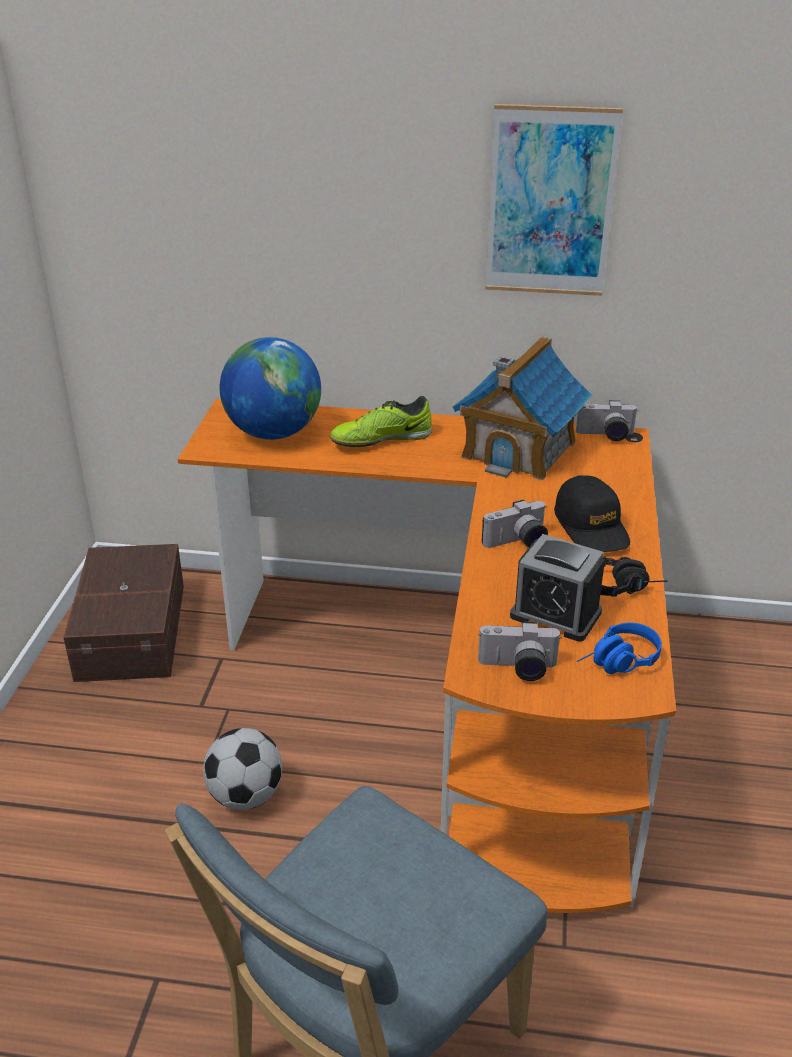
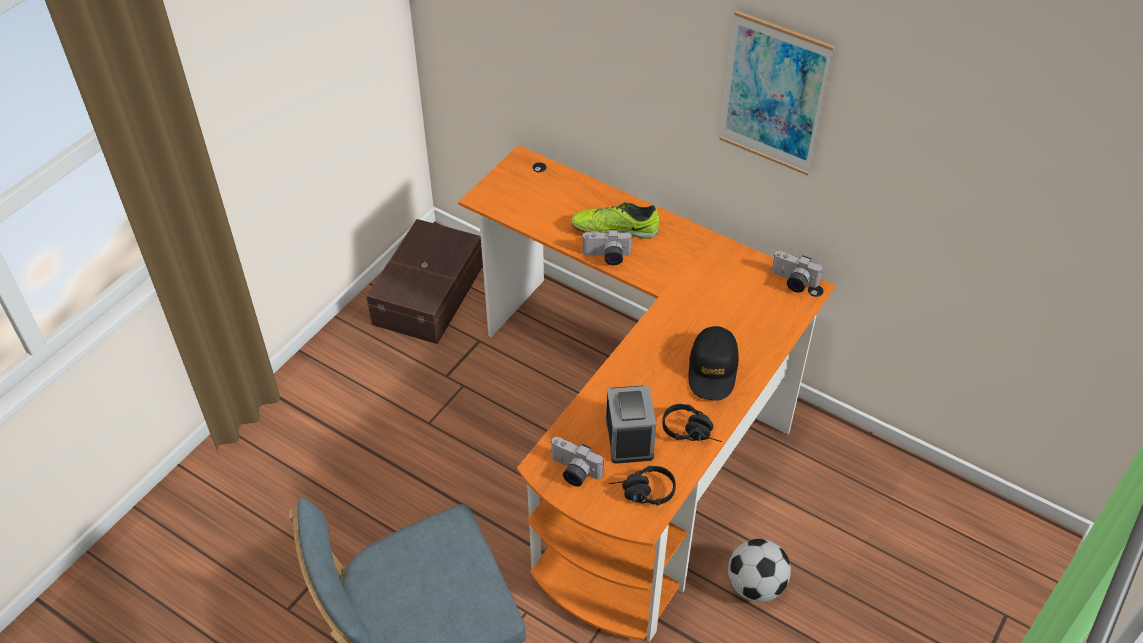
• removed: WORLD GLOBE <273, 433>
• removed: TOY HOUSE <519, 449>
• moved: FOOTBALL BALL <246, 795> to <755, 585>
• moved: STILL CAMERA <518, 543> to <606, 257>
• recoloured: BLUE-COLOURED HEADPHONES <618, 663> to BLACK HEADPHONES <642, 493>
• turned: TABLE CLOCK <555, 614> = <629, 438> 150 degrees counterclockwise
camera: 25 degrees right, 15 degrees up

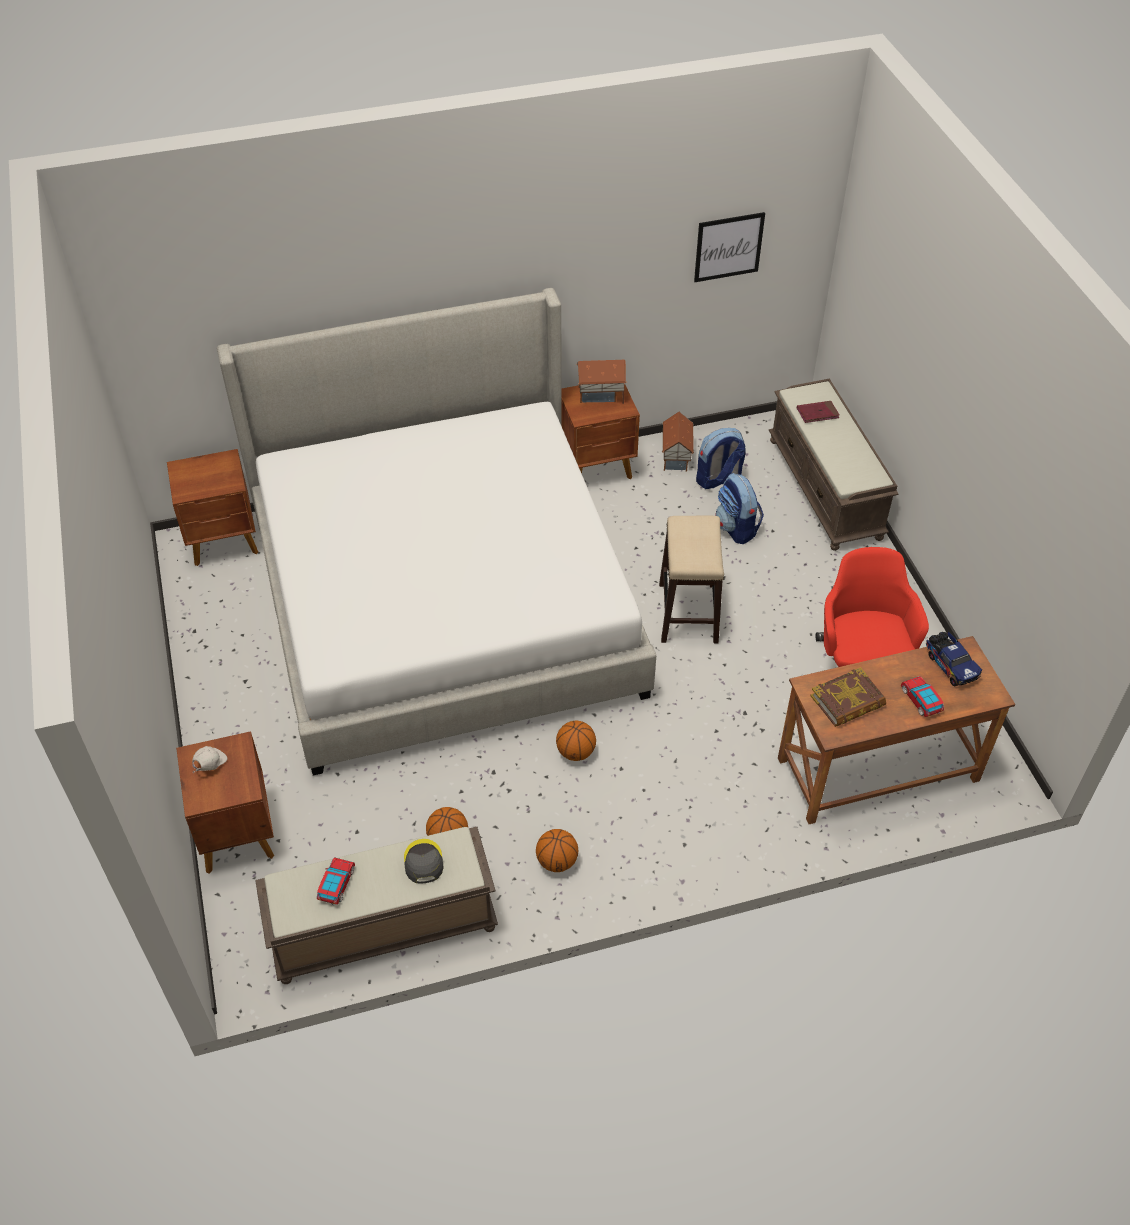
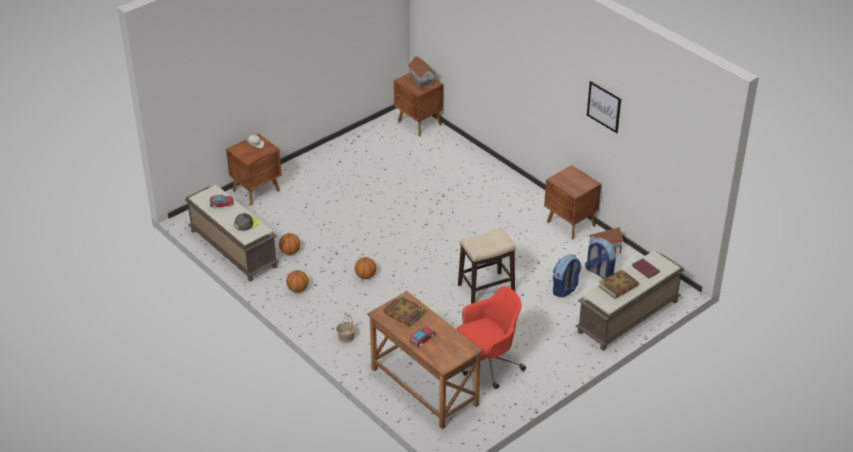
• removed: SLEEPING BED <444, 601>
• removed: TOY TRUCK <950, 664>
• added: STORAGE BASKET <346, 337>
• added: VOLUME <618, 287>
• moved: TOY HOUSE <601, 395> to <421, 82>
• moved: WALL PICTURE <728, 247> to <604, 106>
camera: 65 degrees right, 10 degrees down

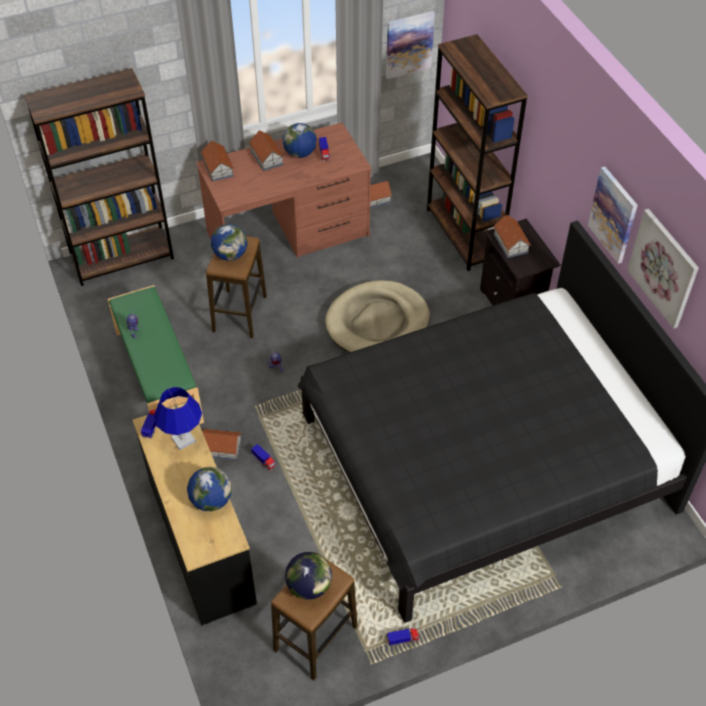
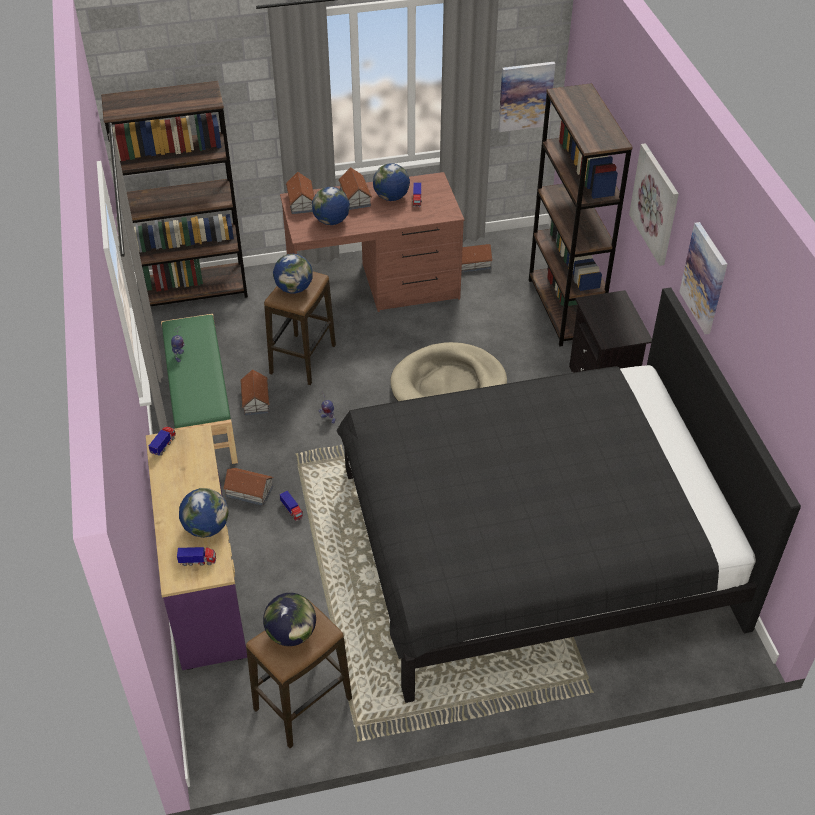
• removed: BLUE-COLOURED TABLETOP LAMP <183, 440>
• added: WORLD GLOBE <331, 221>
• moved: TOY TRUCK <403, 640> to <198, 561>
• moved: TOY HOUSE <510, 243> to <256, 400>
• moved: WALL PICTURE <664, 268> to <656, 204>
• recoloured: BLACK CHEST OF DRAWERS <200, 542> to PURPLE CHEST OF DRAWERS <203, 583>
camera: 10 degrees right, 5 degrees down

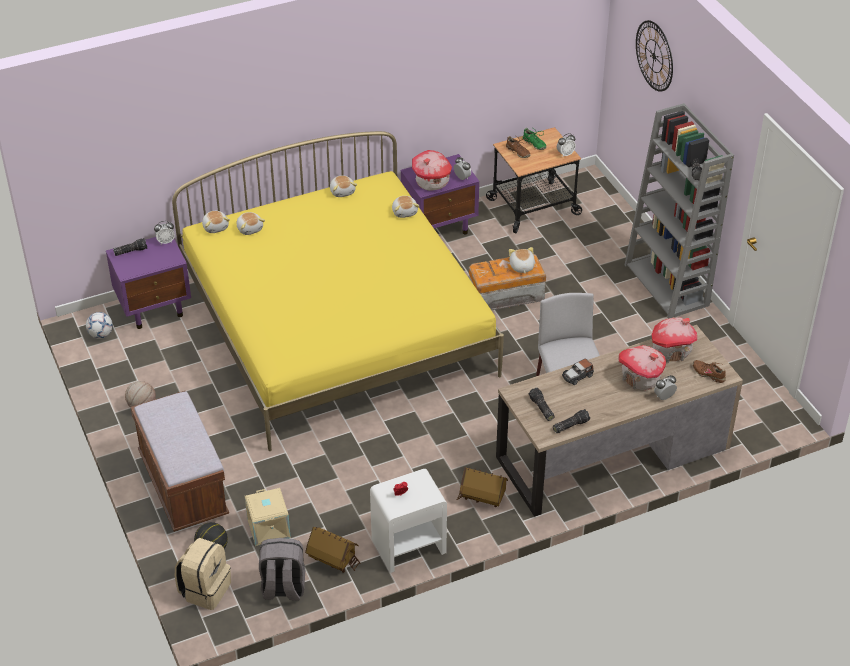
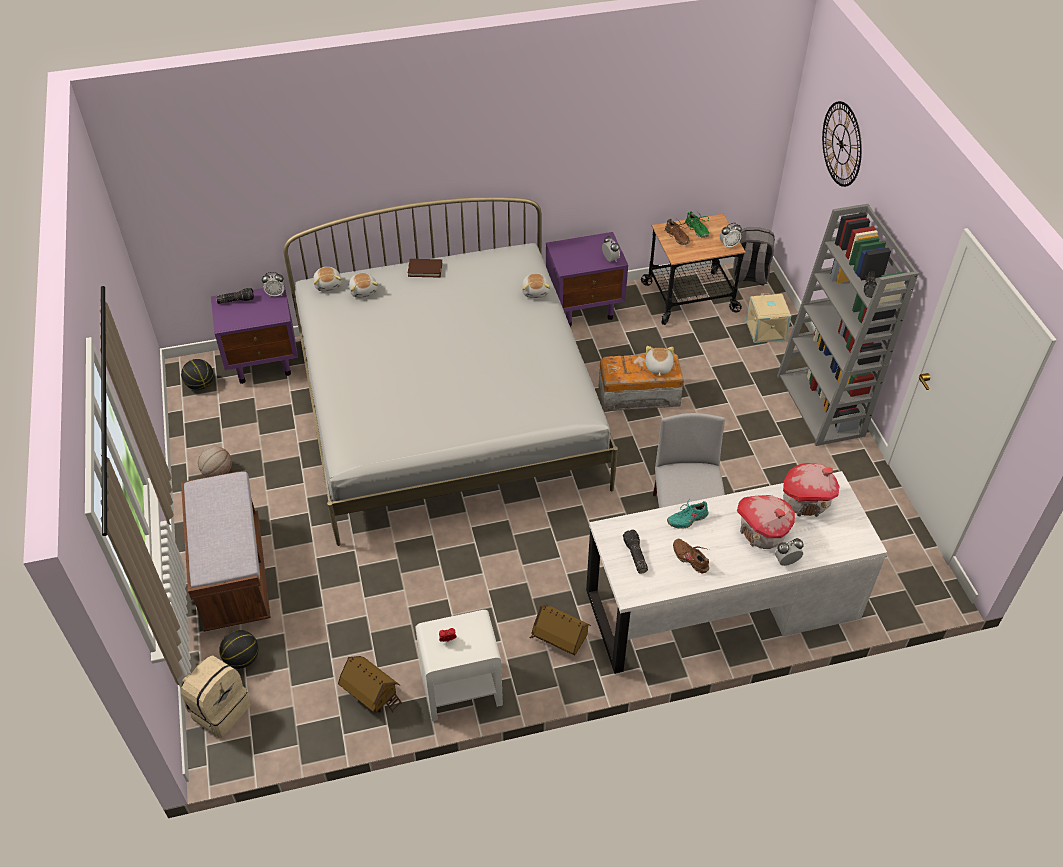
• removed: SOFT TOY <342, 191>
• removed: TOY HOUSE <432, 182>
• removed: FLASHLIGHT <570, 425>
• added: BROWN-COLOURED VOLUME <425, 269>
• moved: BEIGE STORAGE CONTAINER <269, 528> to <766, 330>
• moved: GRAY KNAPSACK <283, 588> to <749, 276>
• moved: BROWN-COLOURED SHOE <708, 374> to <690, 558>
• replaced: FOOTBALL BALL <101, 334> to BASKETBALL BALL <200, 385>
• replaced: MINIATURE CAR <577, 376> to TURQUOISE SHOE <687, 519>
• recoloured: YELLOW SLEEPING BED <337, 328> to WHITISH SLEEPING BED <448, 410>
• recoloured: BROWN-COLOURED DESK TABLE <612, 453> to WHITISH DESK TABLE <721, 604>
camera: 10 degrees right, 5 degrees up

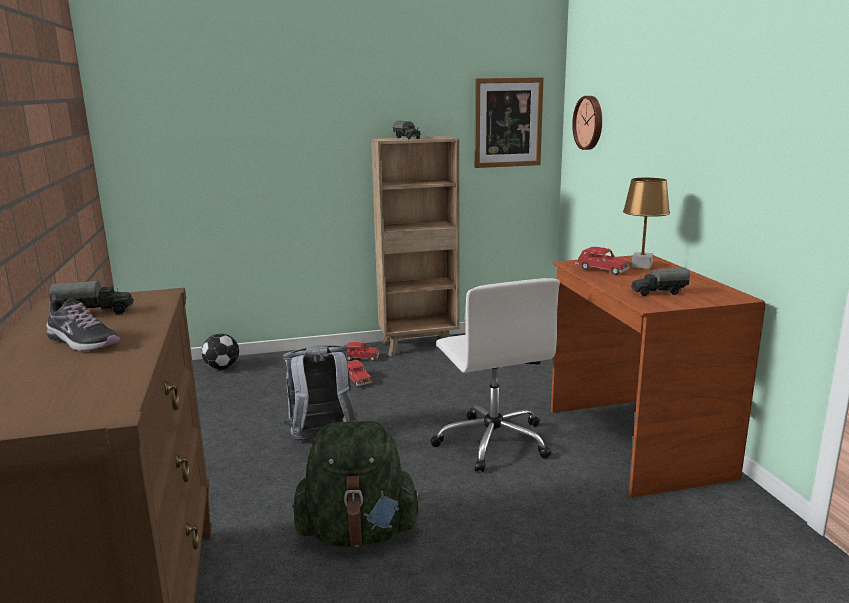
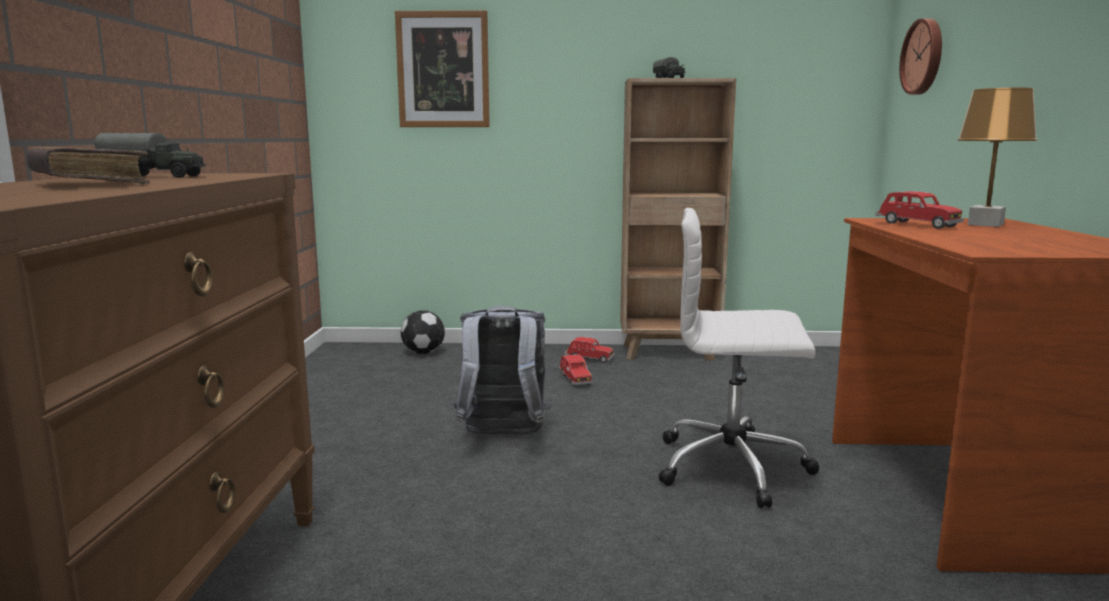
• removed: GREEN KNAPSACK <358, 533>
• removed: TOY TRUCK <658, 292>
• moved: WALL PICTURE <508, 122> to <443, 70>
• replaced: SHOE <82, 342> to BROWN-COLOURED VOLUME <89, 184>
• turned: WHITISH COMPUTER CHAIR <492, 441> = <734, 467> 105 degrees clockwise
camera: 15 degrees right, 5 degrees down

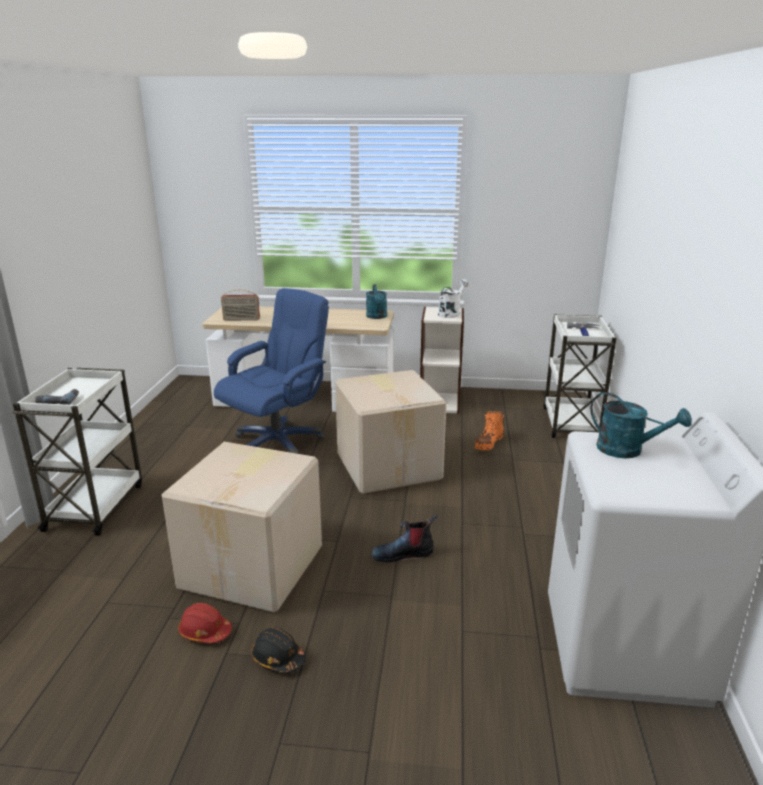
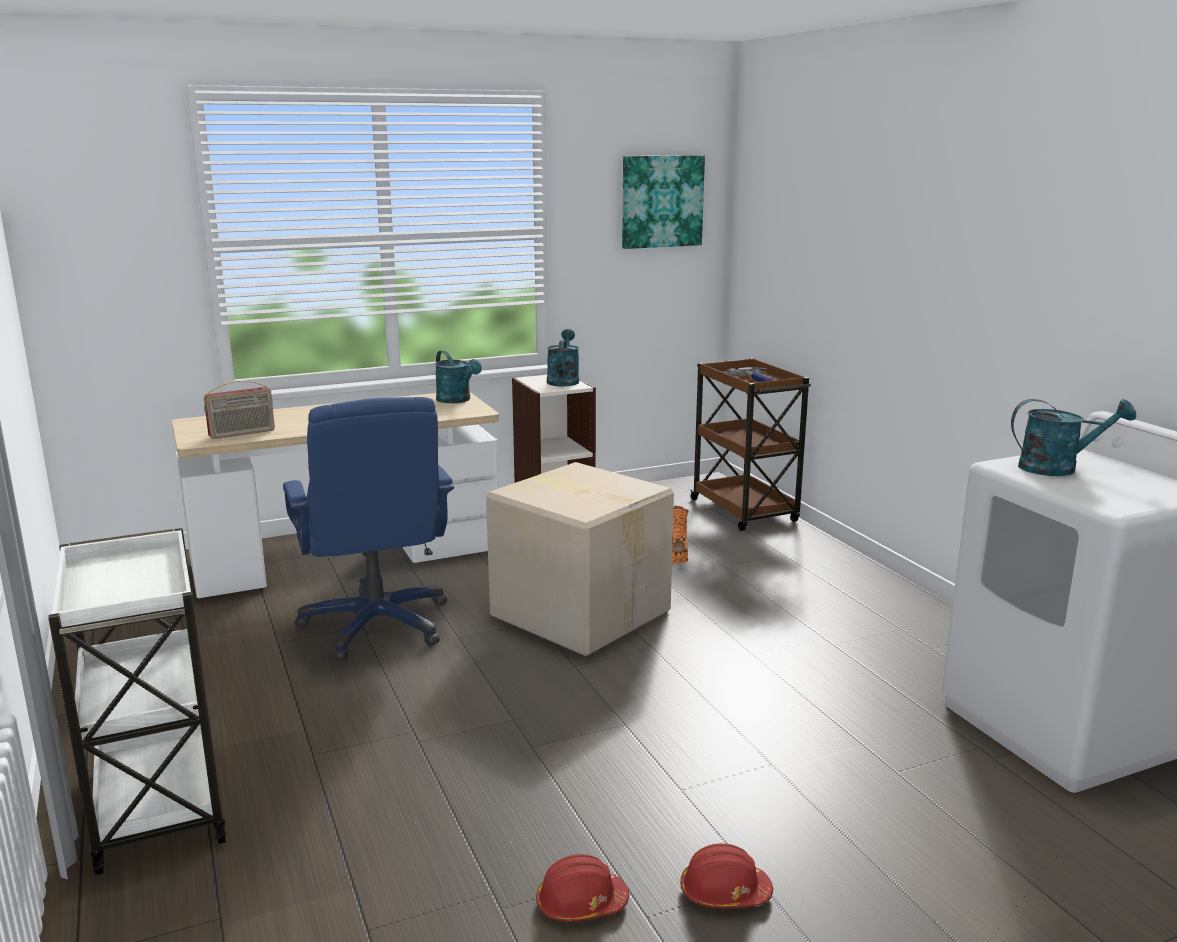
• removed: DRILL <58, 401>
• removed: PACKING BOX <254, 566>
• removed: BOOT <403, 554>
• added: WALL PICTURE <661, 201>
• recoloured: BLACK HARD HAT <278, 658> to RED-COLOURED HARD HAT <724, 893>
• recoloured: WHITISH WATERING CAN <451, 313> to TURQUOISE WATERING CAN <563, 380>
• recoloured: WHITISH CART <571, 425> to BROWN-COLOURED CART <745, 511>
• turned: BLUE-COLOURED COMPUTER CHAIR <277, 443> = <377, 625> 150 degrees clockwise
camera: 30 degrees left, 5 degrees down

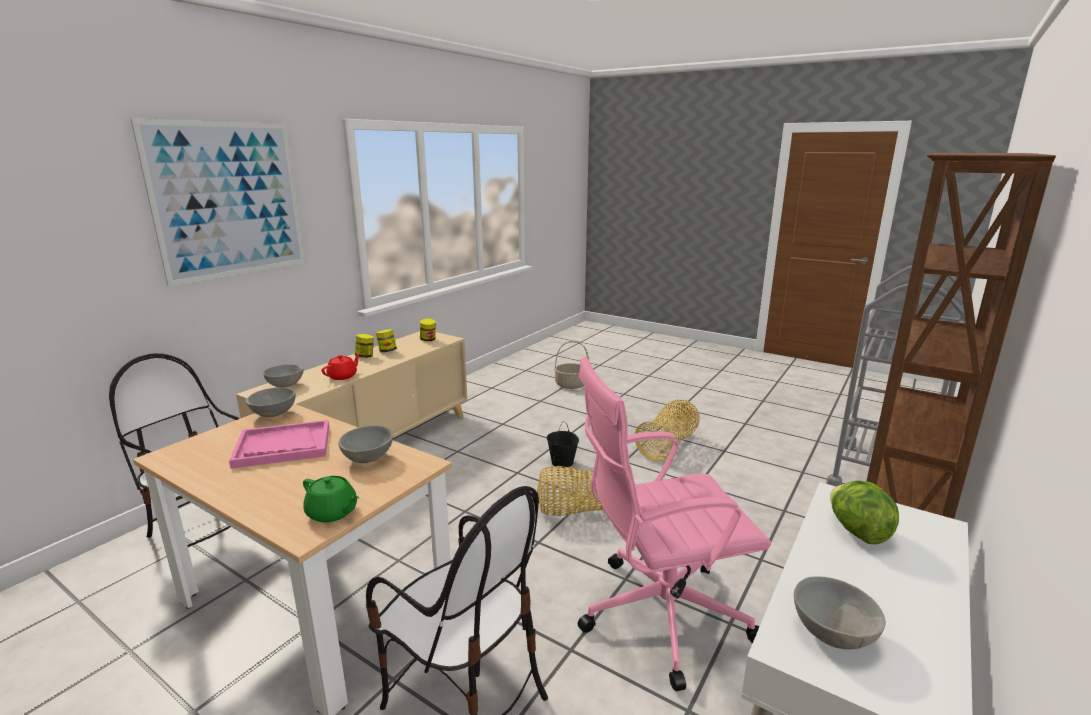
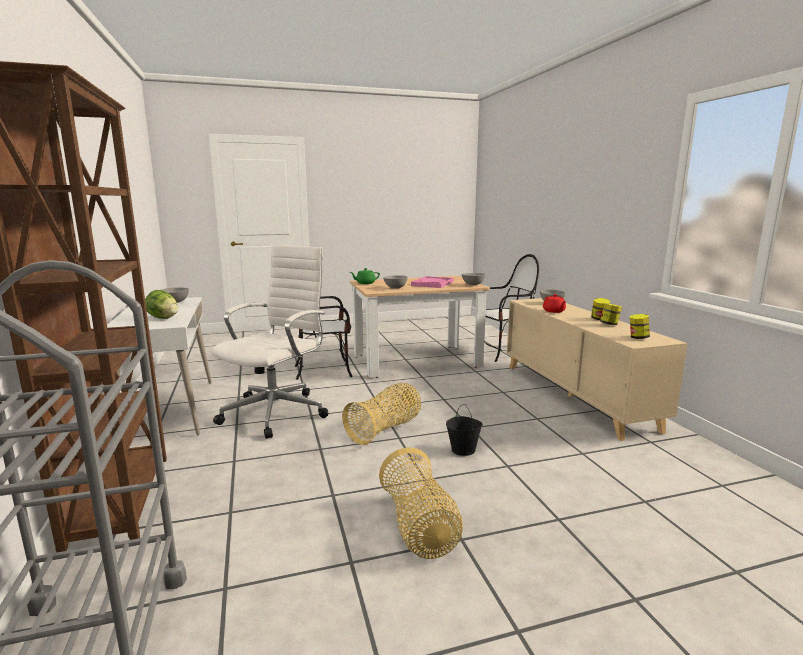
• removed: WALL PICTURE <229, 200>
• removed: STORAGE BASKET <572, 384>
• recoloured: PINK-COLOURED COMPUTER CHAIR <659, 615> to WHITISH COMPUTER CHAIR <277, 411>
camera: 130 degrees right, 5 degrees down

